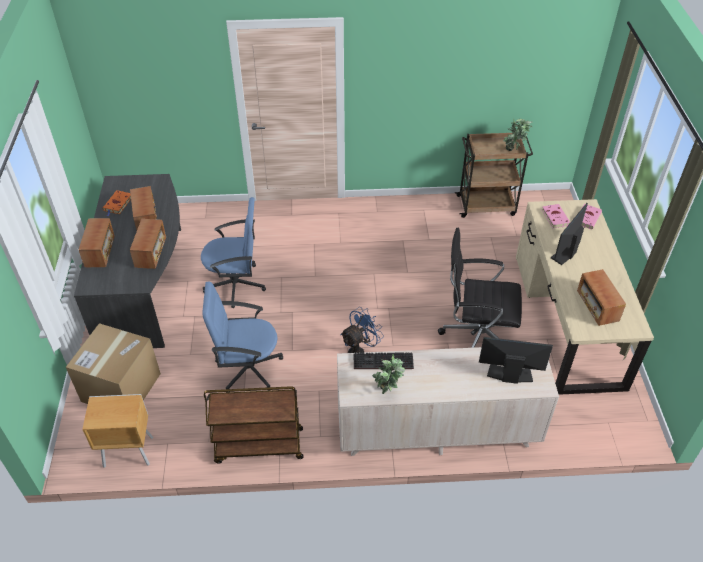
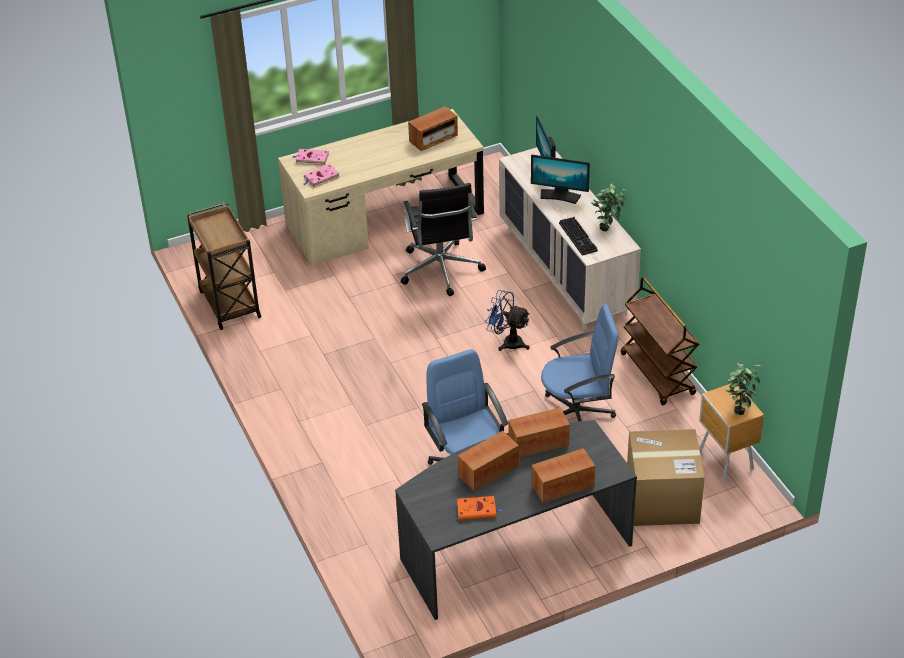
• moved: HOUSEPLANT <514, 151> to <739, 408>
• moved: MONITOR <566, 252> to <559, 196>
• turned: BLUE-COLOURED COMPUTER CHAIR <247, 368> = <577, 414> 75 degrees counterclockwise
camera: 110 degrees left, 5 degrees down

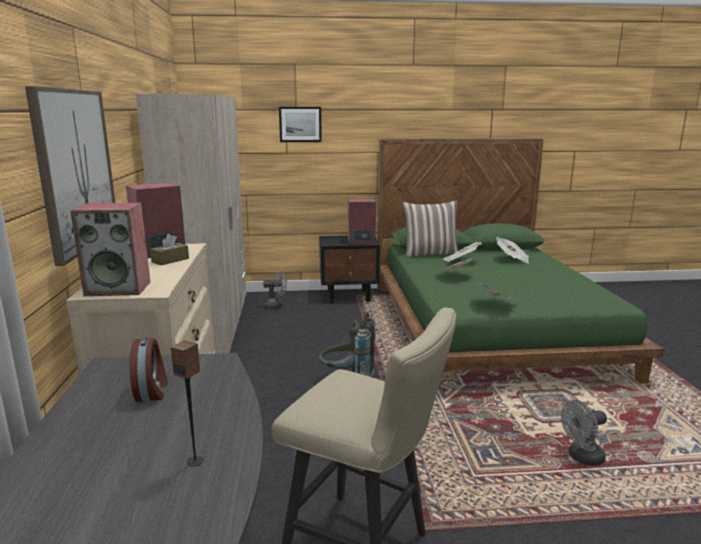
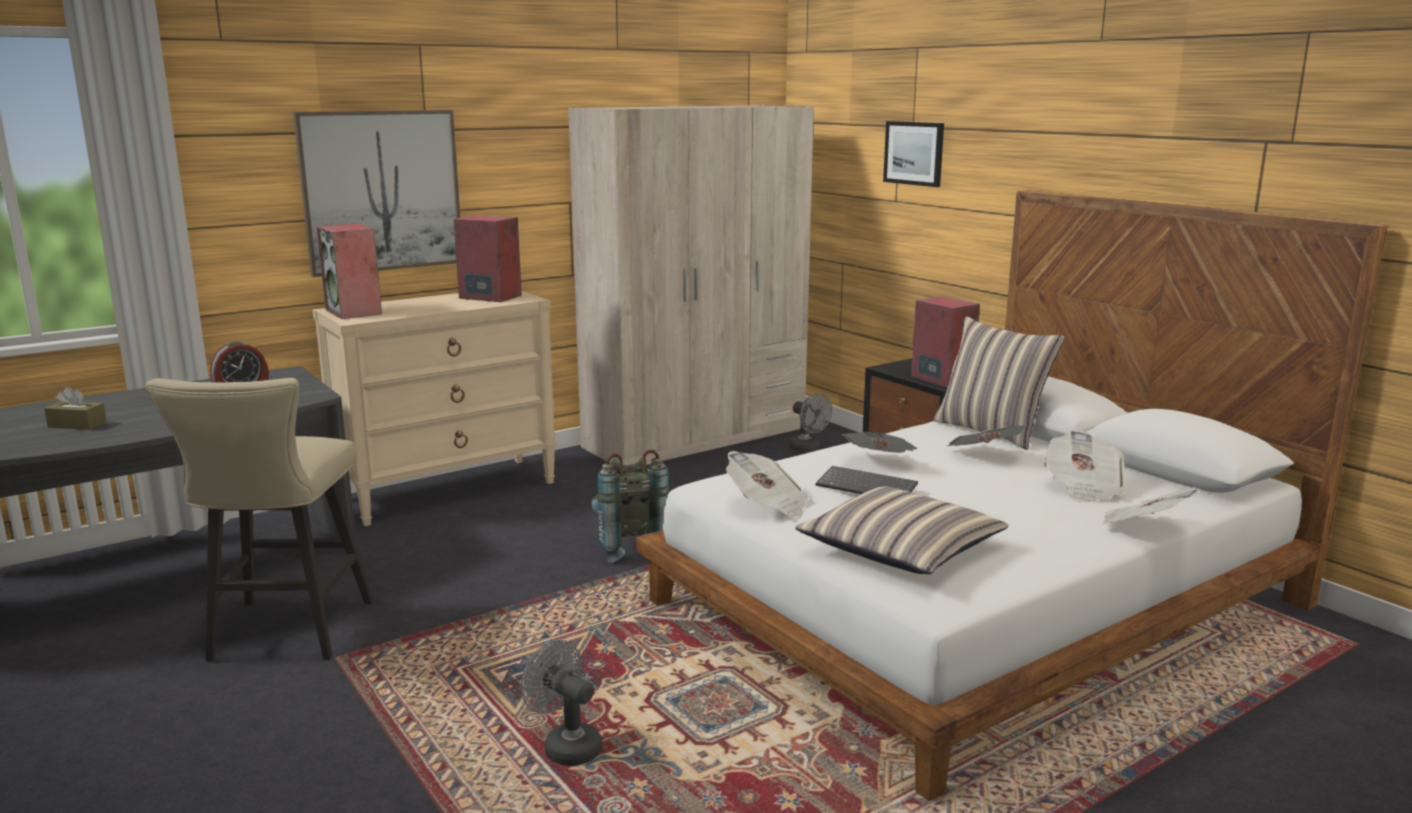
• removed: LOUDSPEAKER <195, 461>
• added: THROW PILLOW <900, 549>
• added: KEYBOARD <868, 486>
• added: NEWSPAPER <1143, 528>
• moved: BROWN-COLOURED TISSUE HOLDER <170, 260> to <77, 425>
• recoloured: GREEN SLEEPING BED <488, 327> to WHITISH SLEEPING BED <976, 604>
camera: 60 degrees right, 0 degrees up

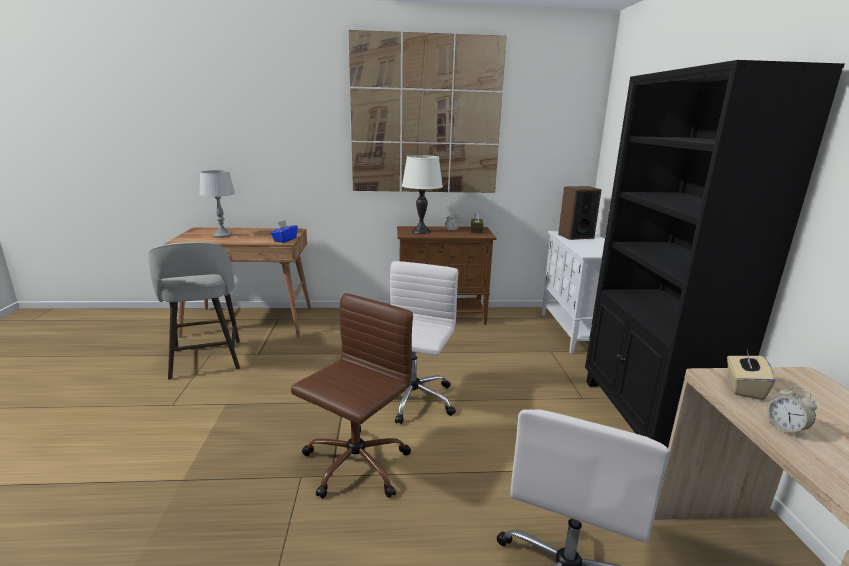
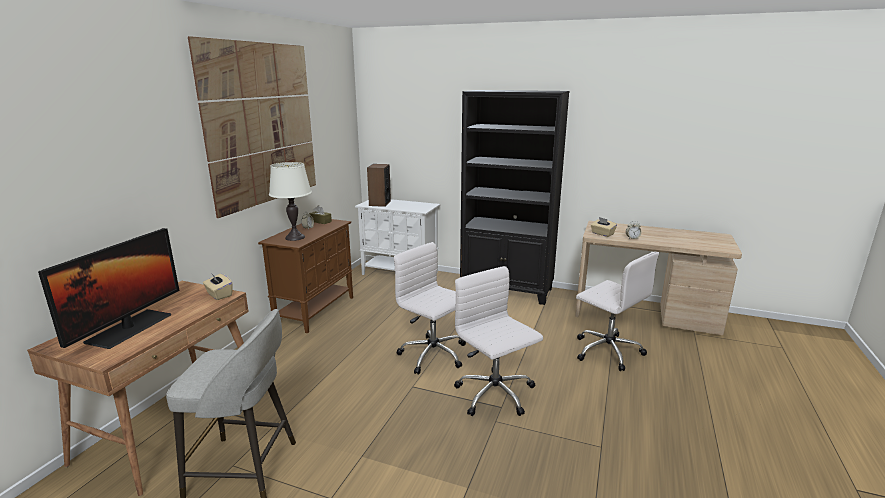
• replaced: GRAY TABLETOP LAMP <222, 235> to MONITOR <129, 328>
• recoloured: BLUE-COLOURED TISSUE HOLDER <284, 240> to BEIGE TISSUE HOLDER <219, 295>
• recoloured: BROWN-COLOURED COMPUTER CHAIR <354, 465> to WHITISH COMPUTER CHAIR <495, 395>
camera: 65 degrees left, 0 degrees up

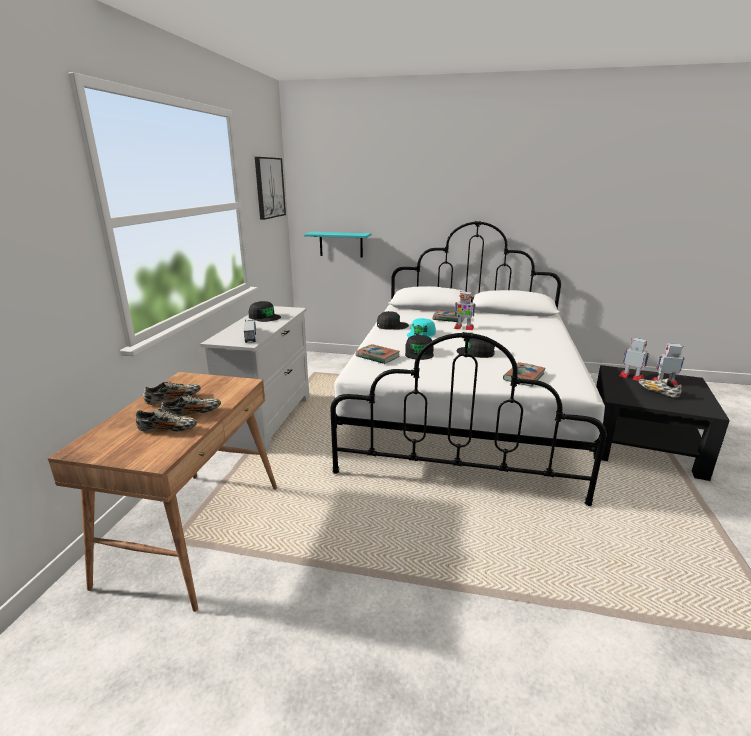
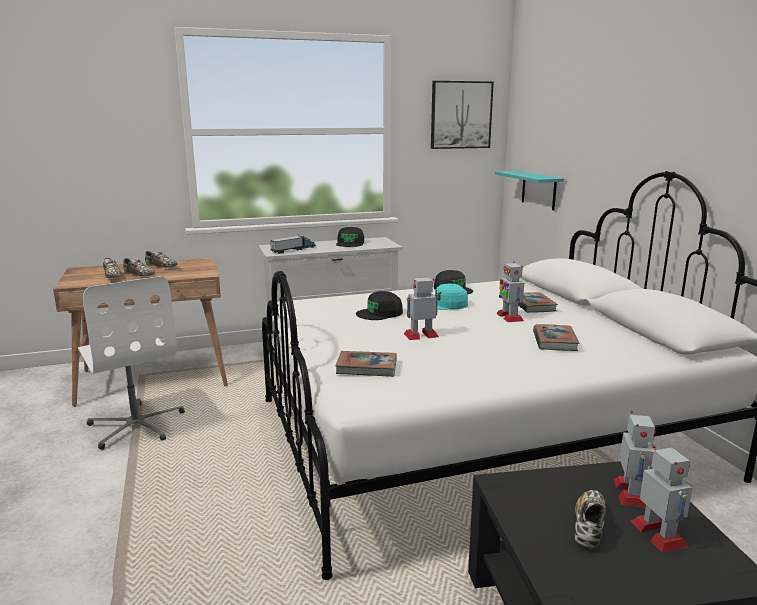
• added: WHITISH COMPUTER CHAIR <136, 425>
• moved: VOLUME <377, 357> to <554, 341>
• replaced: BLACK PEAKED CAP <476, 352> to TOY ROBOT <421, 335>
camera: 60 degrees right, 5 degrees down

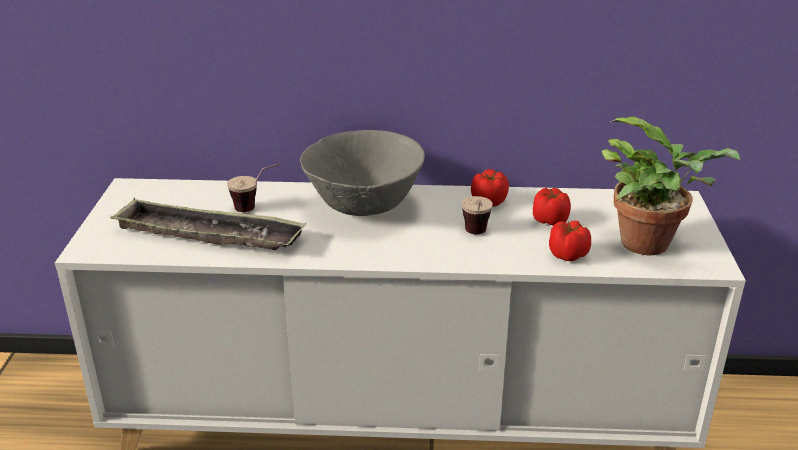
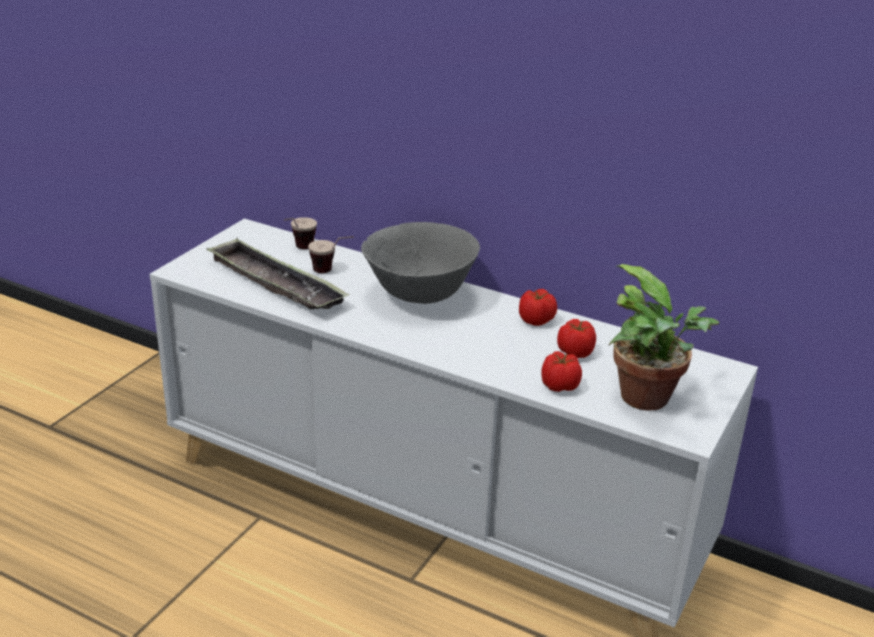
• moved: SMALL CUP <476, 236> to <299, 250>
camera: 25 degrees right, 0 degrees up

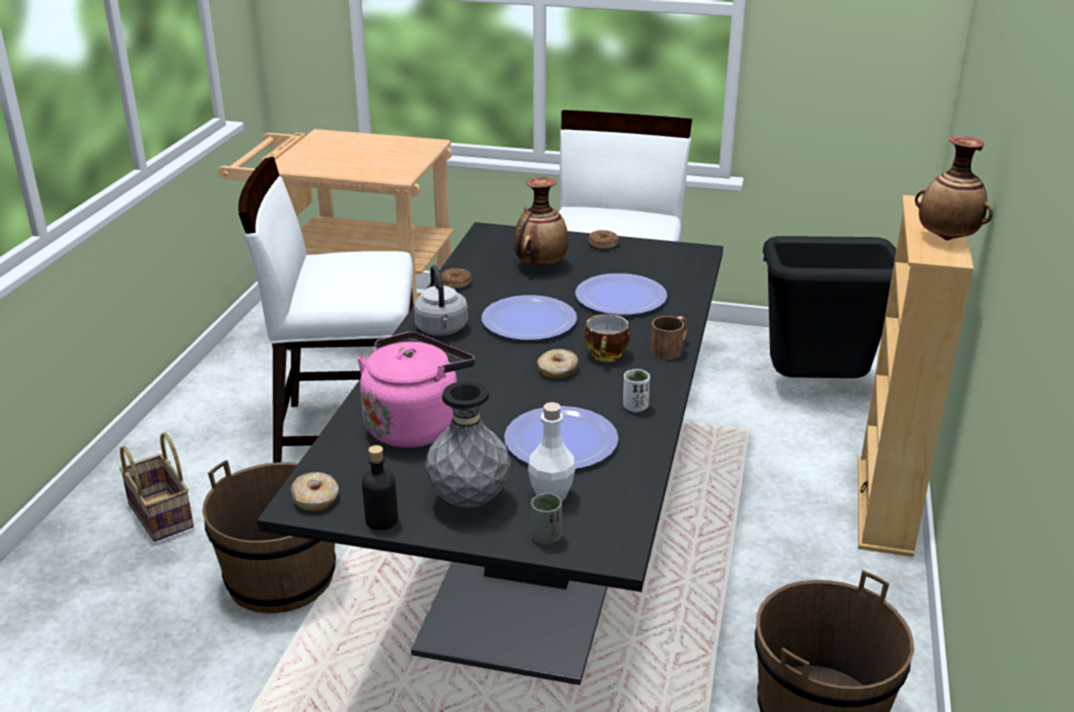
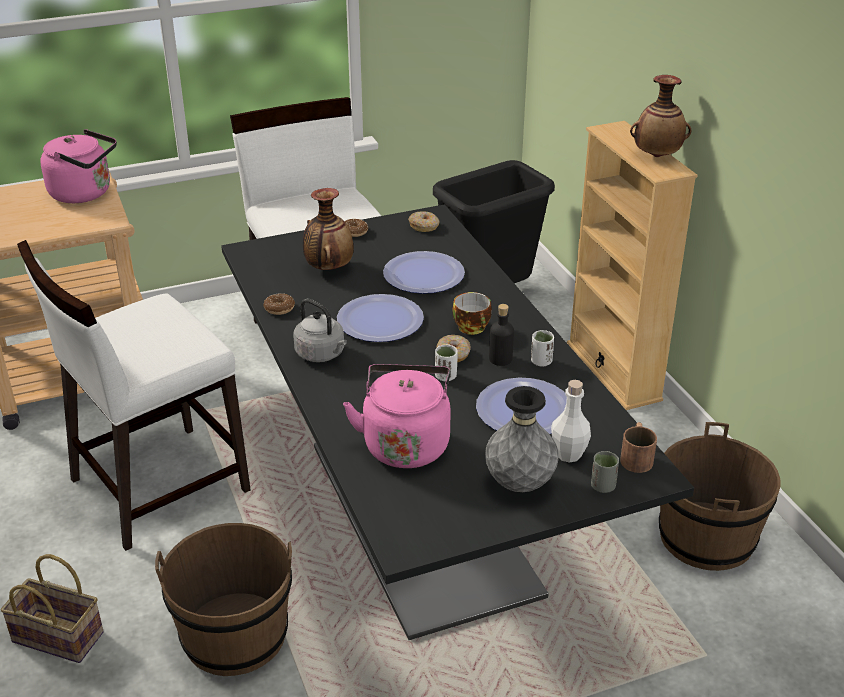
• added: PINK-COLOURED TEA KETTLE <85, 193>
• added: WHITISH SMALL CUP <445, 376>
• moved: DONUT <316, 499> to <424, 226>
• moved: BLACK BOTTLE <381, 520> to <500, 359>
• moved: BROWN-COLOURED MUG <671, 348> to <636, 456>
camera: 35 degrees left, 5 degrees up

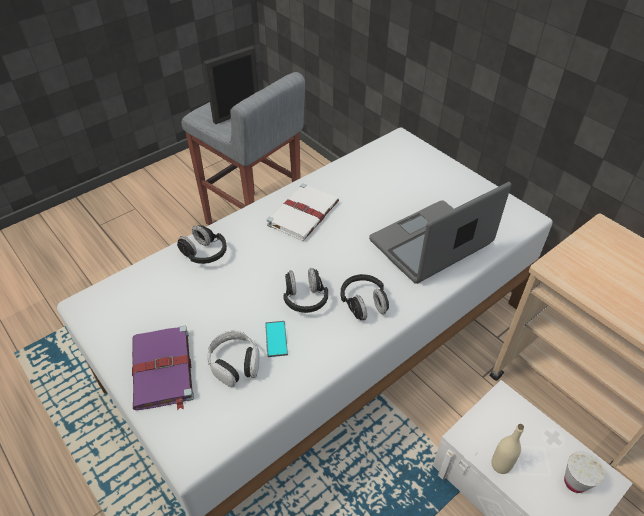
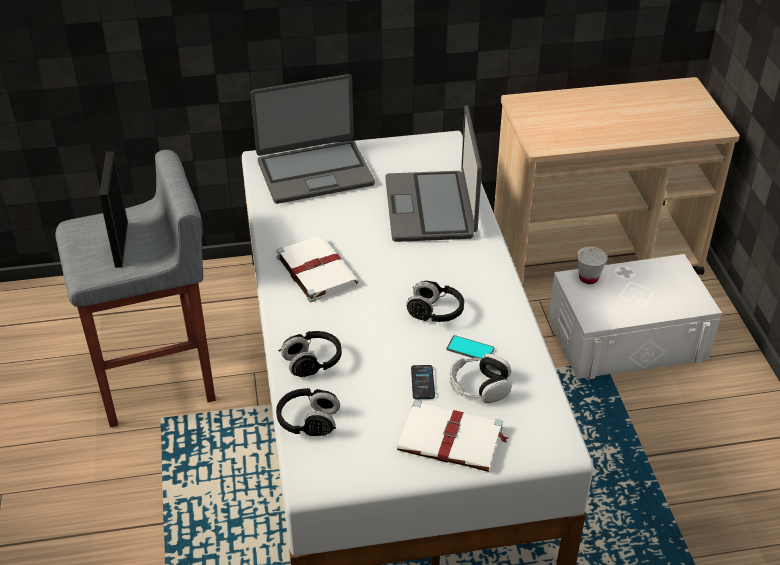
• removed: BEIGE BOTTLE <500, 465>
• added: LAPTOP <314, 172>
• added: TELEPHONE <422, 382>
• moved: BLACK HEADPHONES <363, 304> to <308, 422>
• moved: WHITISH SMALL CUP <575, 482> to <588, 278>
• recoloured: PURPLE VOLUME <163, 370> to WHITISH VOLUME <452, 440>
camera: 60 degrees left, 5 degrees down

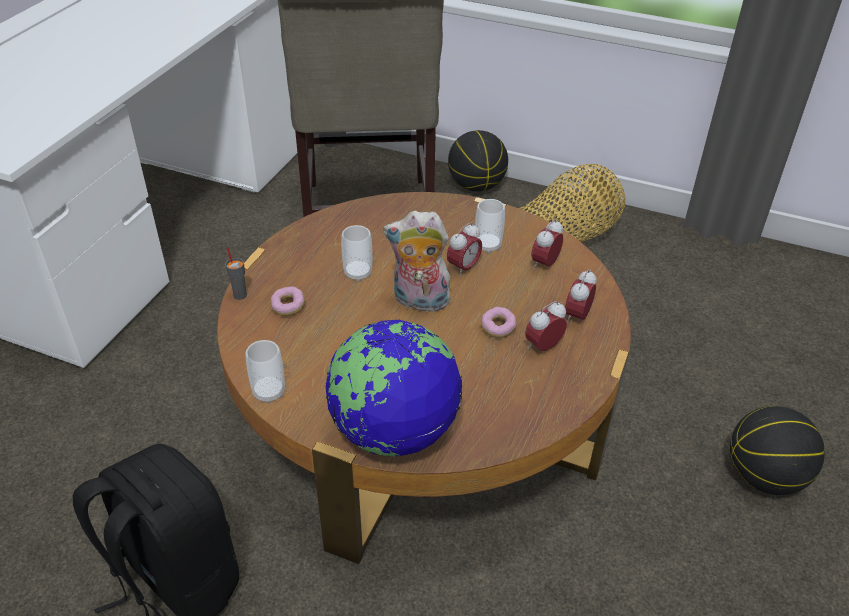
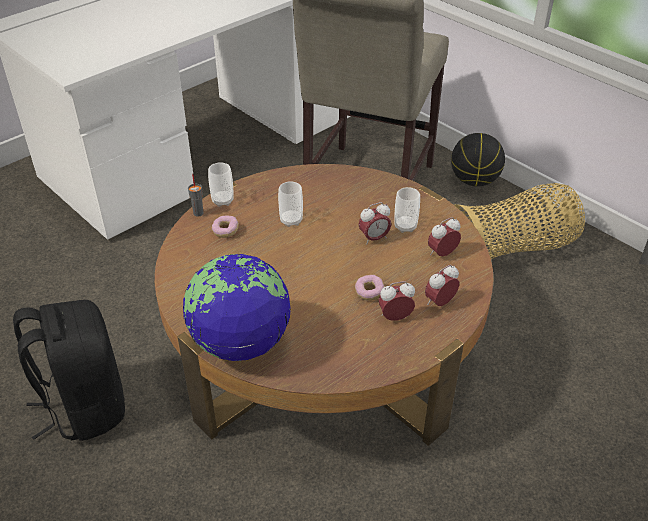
• removed: SOFT TOY <419, 302>
• removed: BASKETBALL BALL <764, 477>
• moved: SMALL CUP <269, 392> to <222, 201>
camera: 25 degrees right, 0 degrees up

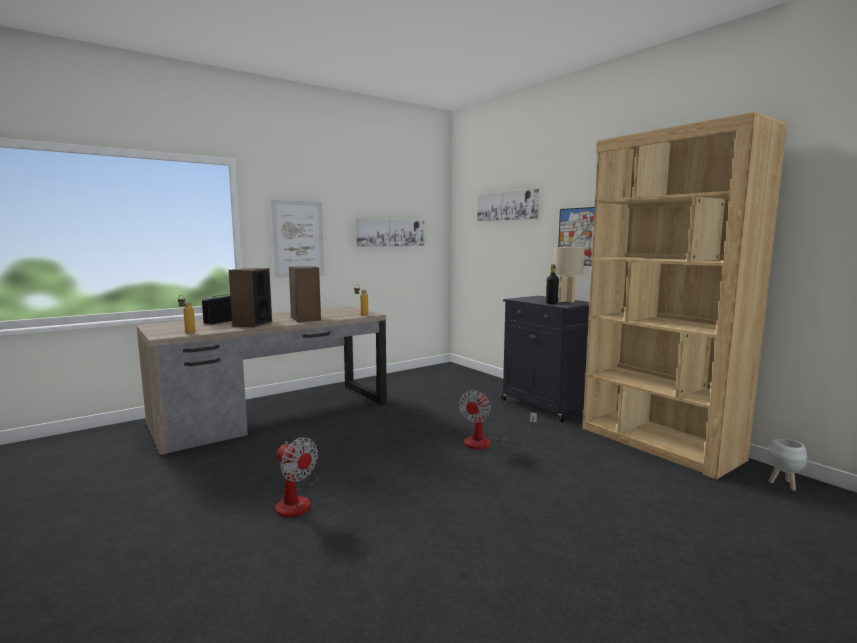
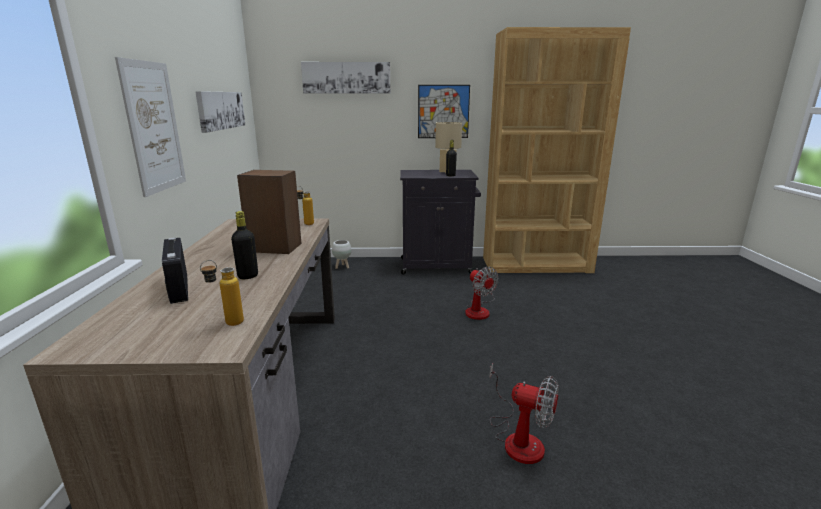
• moved: WHITISH PLANT POT <783, 484> to <342, 267>
• replaced: LOUDSPEAKER <252, 324> to BLACK BOTTLE <248, 276>
• turned: FAN <296, 500> = <518, 438> 45 degrees clockwise
camera: 55 degrees left, 10 degrees up

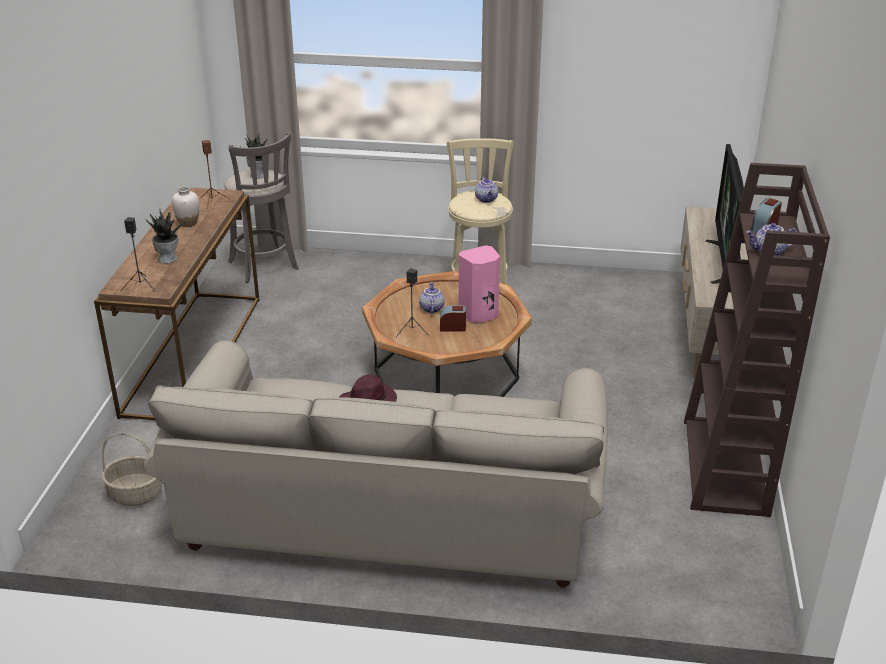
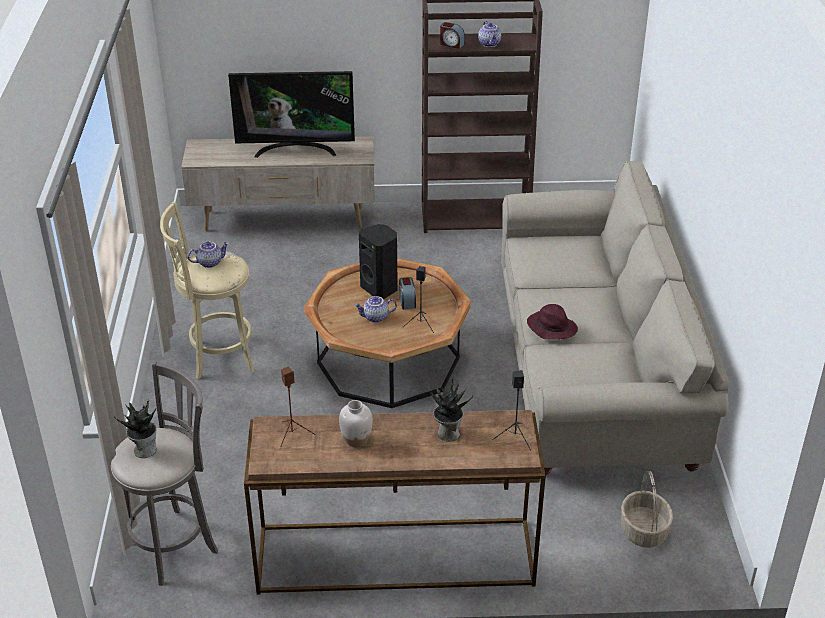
• recoloured: PINK-COLOURED LOUDSPEAKER <479, 315> to BLACK LOUDSPEAKER <380, 288>
camera: 100 degrees left, 5 degrees up

